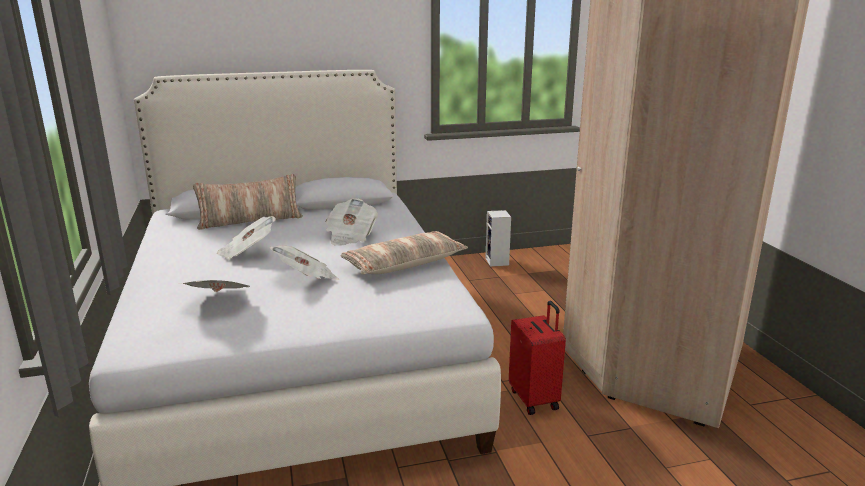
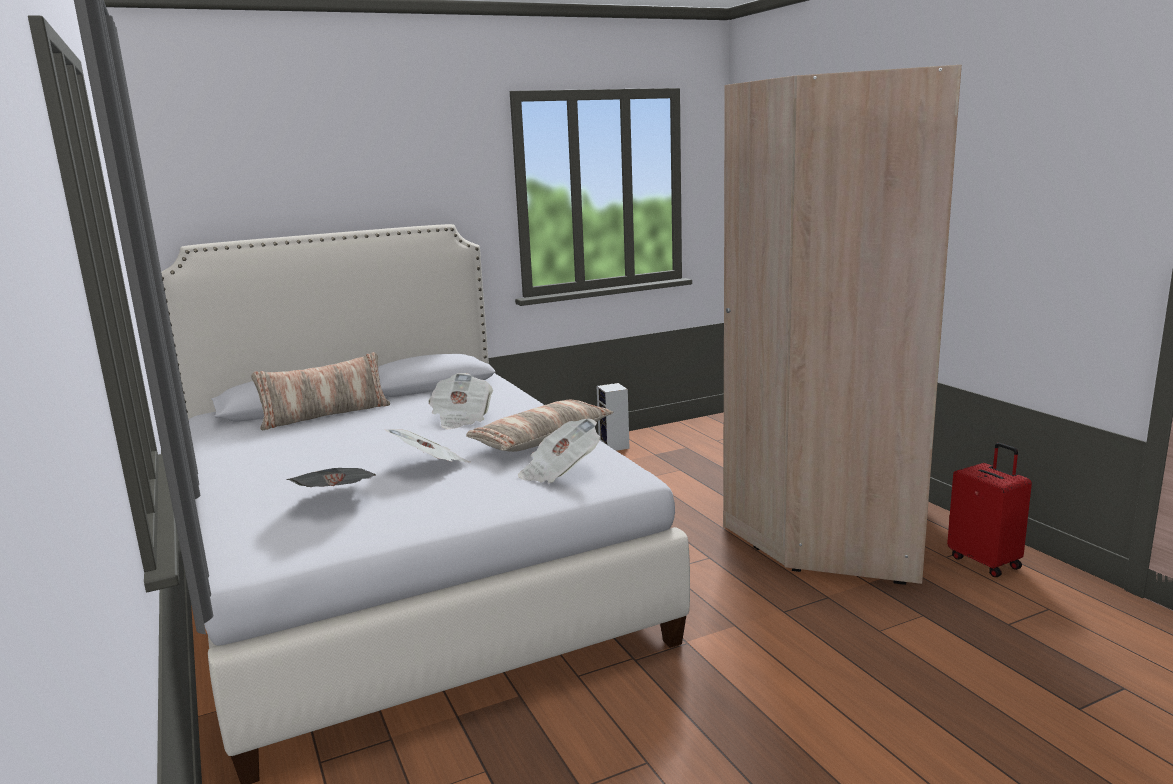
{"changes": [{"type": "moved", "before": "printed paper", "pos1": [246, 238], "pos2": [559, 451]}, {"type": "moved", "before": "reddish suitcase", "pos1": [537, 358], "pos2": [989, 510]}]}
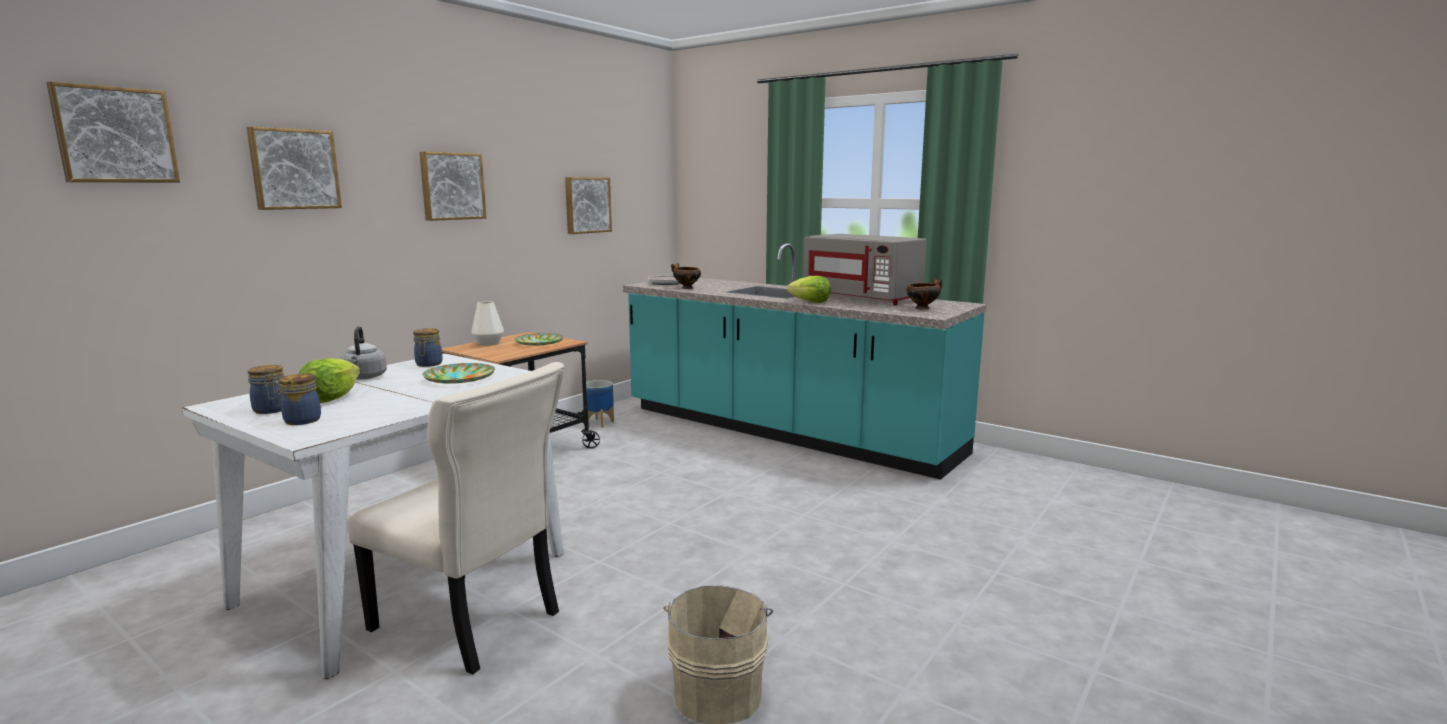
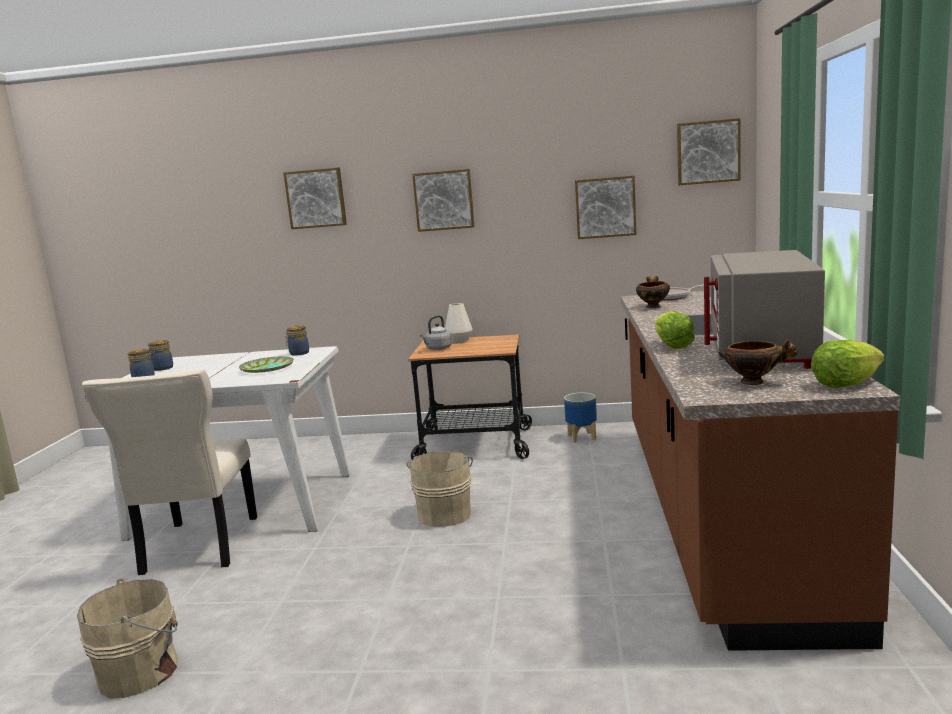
{"changes": [{"type": "removed", "before": "dinner plate", "pos1": [539, 339]}, {"type": "added", "after": "beige pail", "pos2": [439, 489]}, {"type": "moved", "before": "wall art", "pos1": [113, 132], "pos2": [709, 151]}, {"type": "moved", "before": "lettuce head", "pos1": [329, 380], "pos2": [847, 364]}, {"type": "moved", "before": "greyish tea kettle", "pos1": [364, 353], "pos2": [436, 332]}, {"type": "recoloured", "before": "turquoise-coloured counter", "after": "brownish counter", "pos1": [805, 361], "pos2": [761, 470]}]}
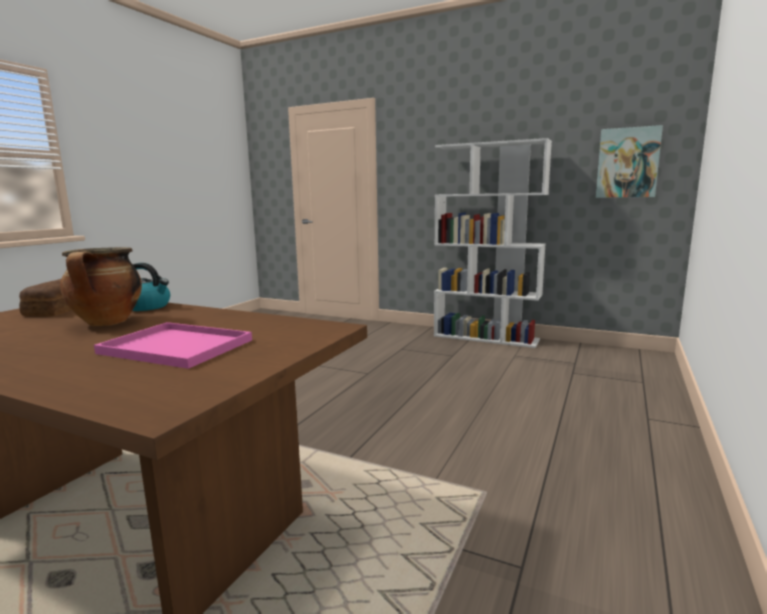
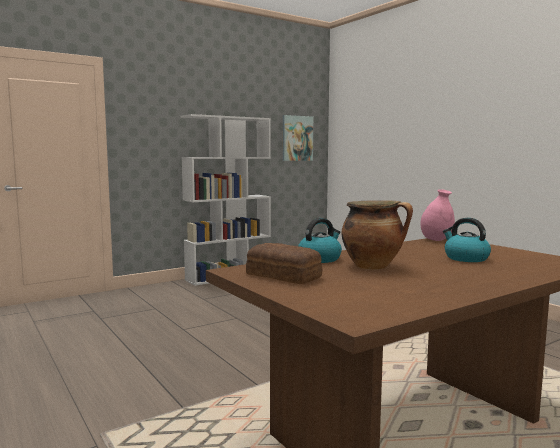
{"changes": [{"type": "added", "after": "pinkish vase", "pos2": [437, 215]}, {"type": "replaced", "before": "pinkish carrying tray", "after": "tea kettle", "pos1": [173, 345], "pos2": [467, 240]}]}
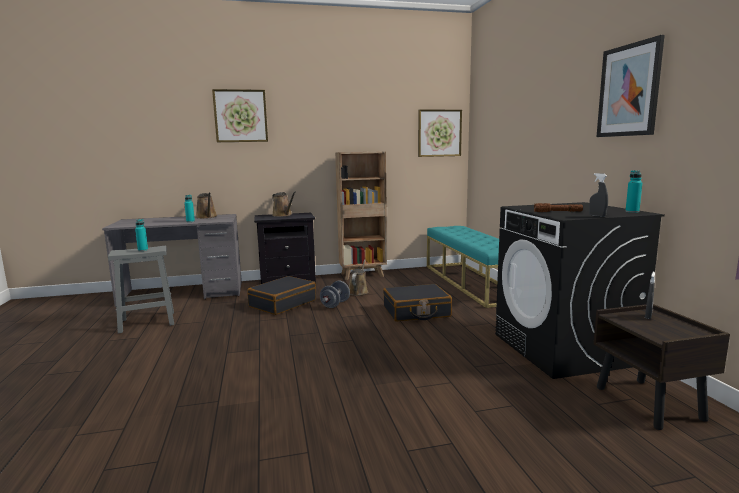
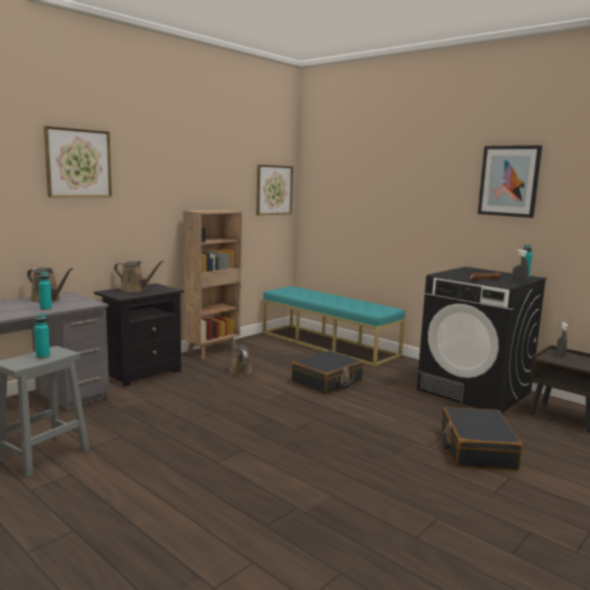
{"changes": [{"type": "removed", "before": "greyish hand weight", "pos1": [335, 294]}, {"type": "moved", "before": "black suitcase", "pos1": [281, 295], "pos2": [482, 438]}]}
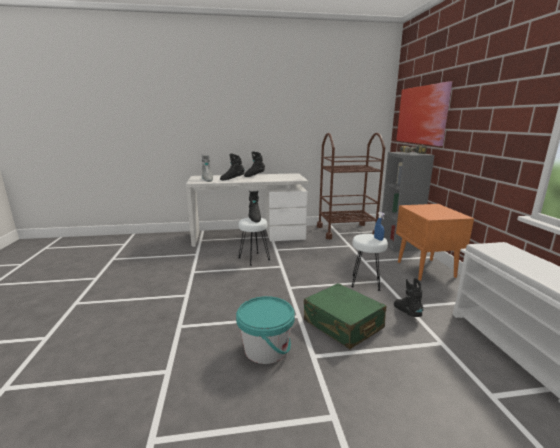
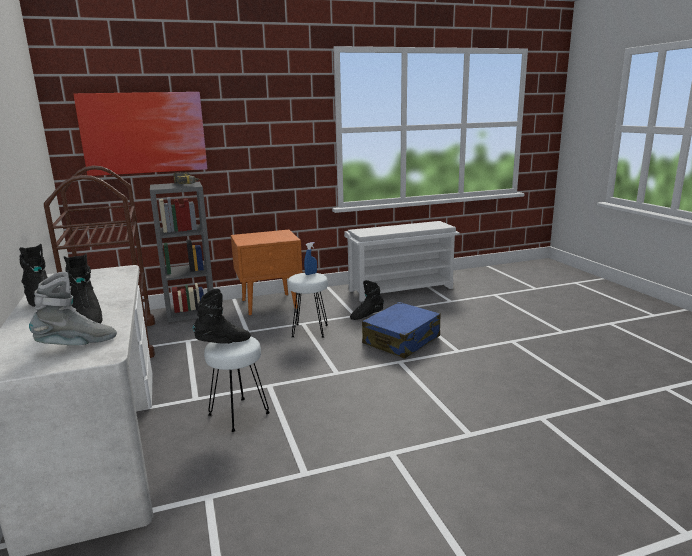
{"changes": [{"type": "removed", "before": "turquoise-coloured pail", "pos1": [265, 330]}, {"type": "recoloured", "before": "greenish suitcase", "after": "blue-coloured suitcase", "pos1": [345, 316], "pos2": [401, 330]}]}
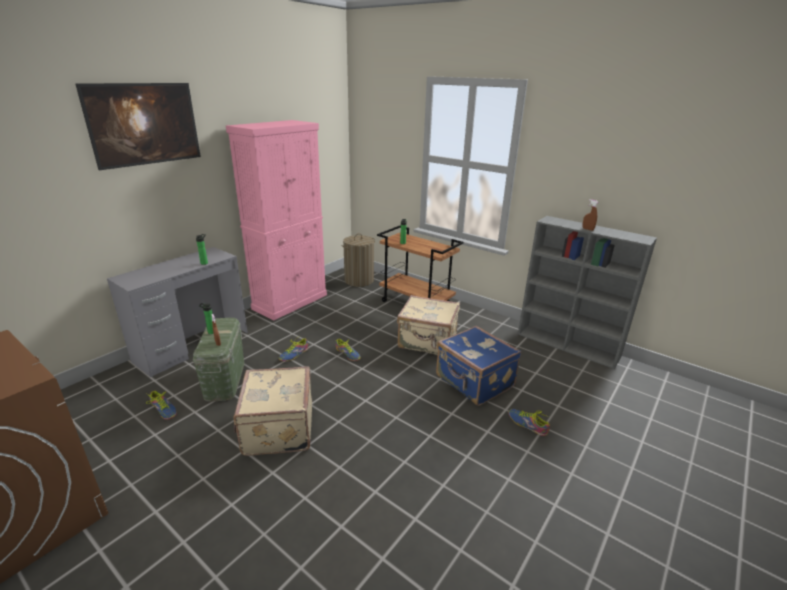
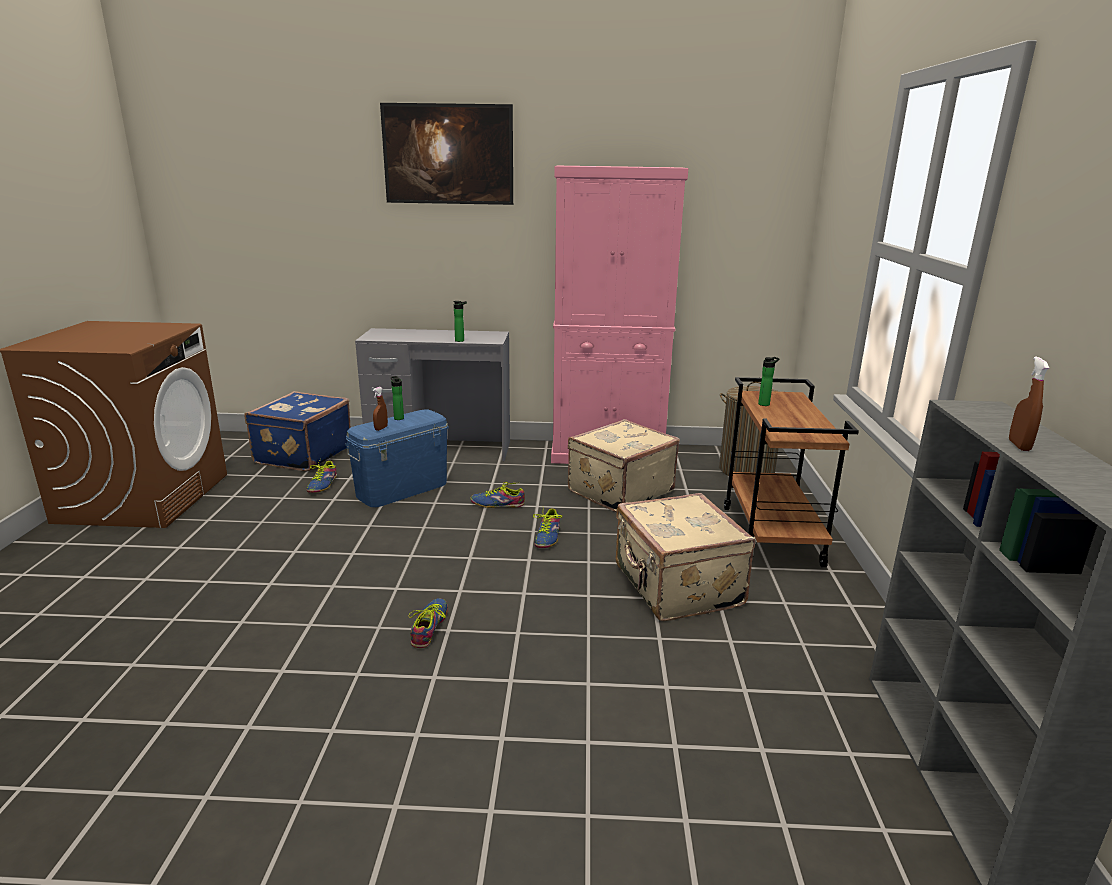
{"changes": [{"type": "moved", "before": "beige suitcase", "pos1": [273, 411], "pos2": [624, 465]}, {"type": "moved", "before": "blue-coloured suitcase", "pos1": [478, 366], "pos2": [297, 431]}, {"type": "moved", "before": "item of footwear", "pos1": [529, 422], "pos2": [428, 623]}, {"type": "recoloured", "before": "greenish storage bin", "after": "blue-coloured storage bin", "pos1": [218, 360], "pos2": [397, 458]}]}
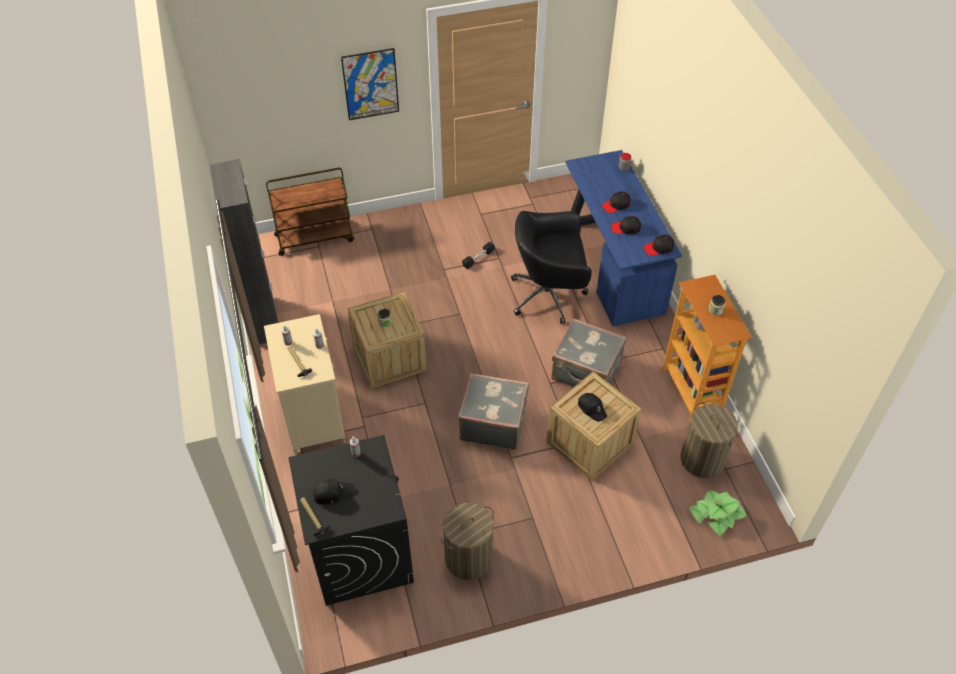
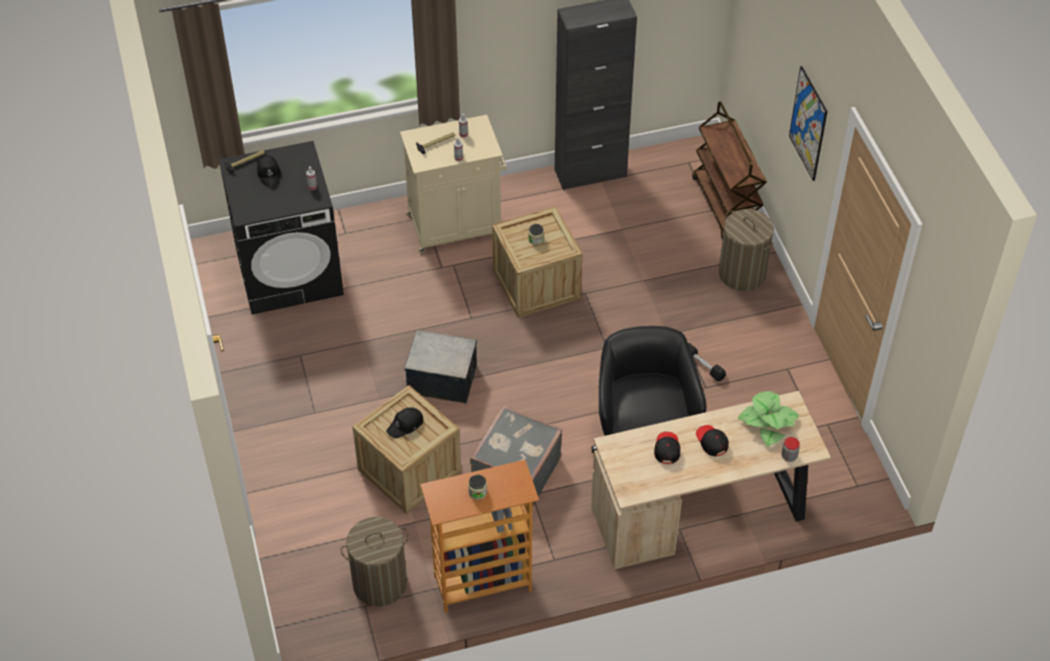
{"changes": [{"type": "removed", "before": "black cap", "pos1": [659, 245]}, {"type": "moved", "before": "washing basket", "pos1": [467, 541], "pos2": [746, 250]}, {"type": "moved", "before": "plant in a pot", "pos1": [717, 513], "pos2": [768, 419]}, {"type": "replaced", "before": "greyish suitcase", "after": "storage bin", "pos1": [493, 411], "pos2": [440, 367]}, {"type": "recoloured", "before": "blue-coloured desk unit", "after": "beige desk unit", "pos1": [623, 238], "pos2": [711, 480]}]}
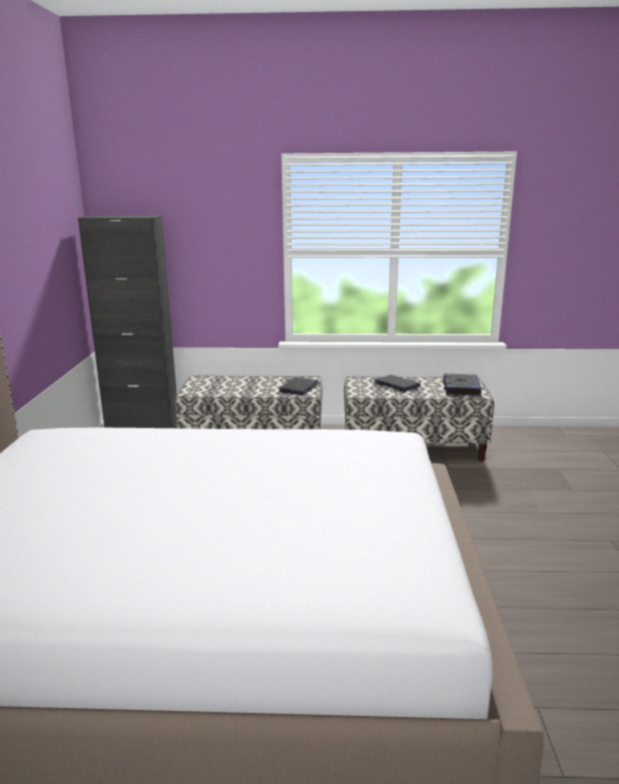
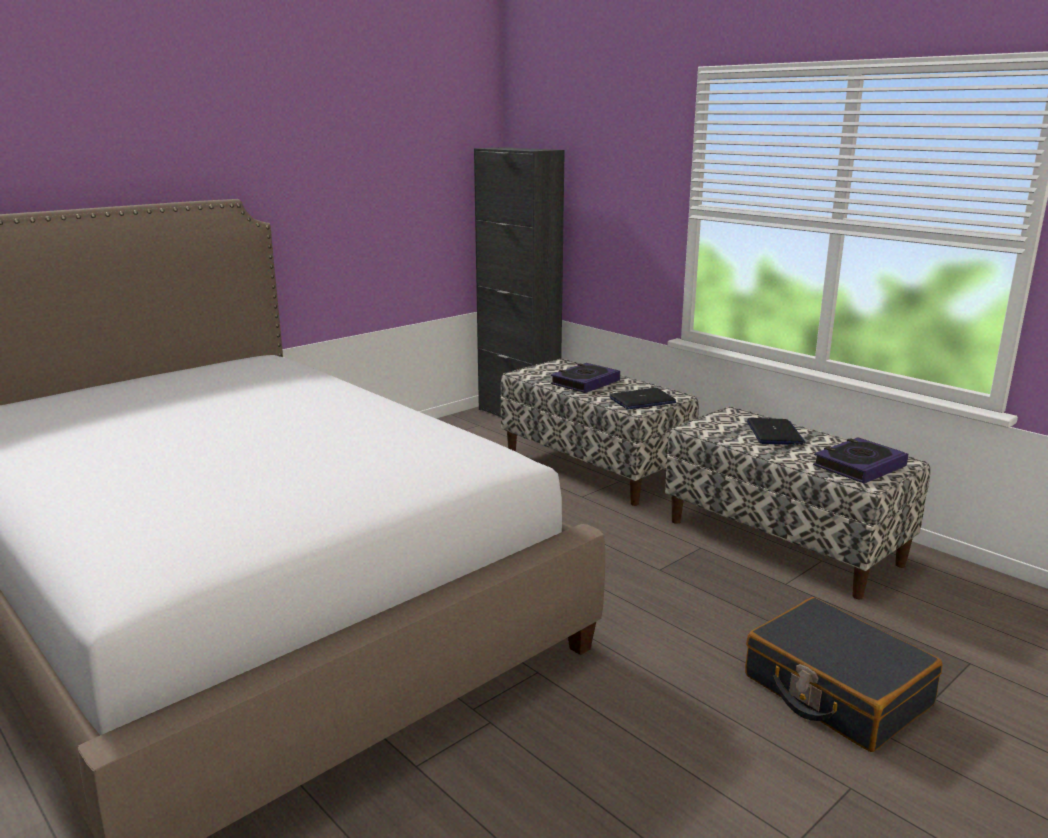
{"changes": [{"type": "added", "after": "volume", "pos2": [585, 378]}, {"type": "added", "after": "black suitcase", "pos2": [844, 674]}]}
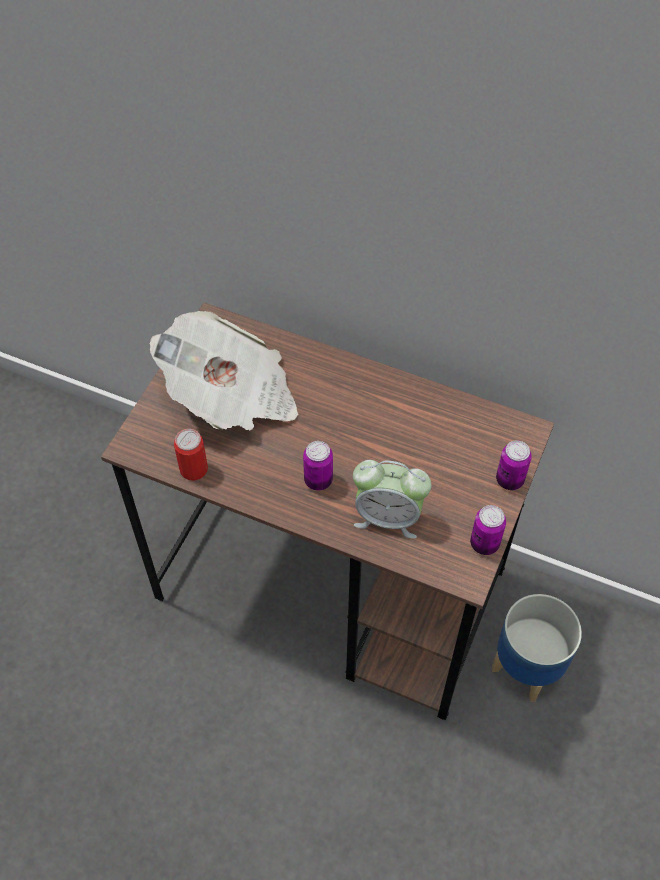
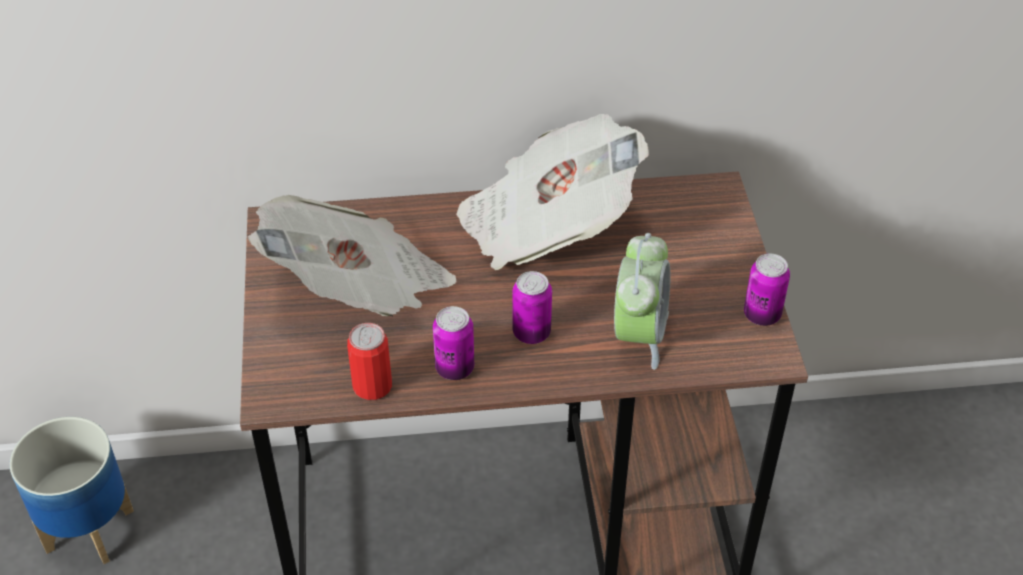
{"changes": [{"type": "added", "after": "printed paper", "pos2": [552, 192]}, {"type": "moved", "before": "plant pot", "pos1": [537, 648], "pos2": [72, 490]}, {"type": "moved", "before": "can", "pos1": [514, 465], "pos2": [453, 343]}, {"type": "turned", "before": "alarm clock", "pos1": [392, 499], "pos2": [642, 301], "turn": -60}]}
